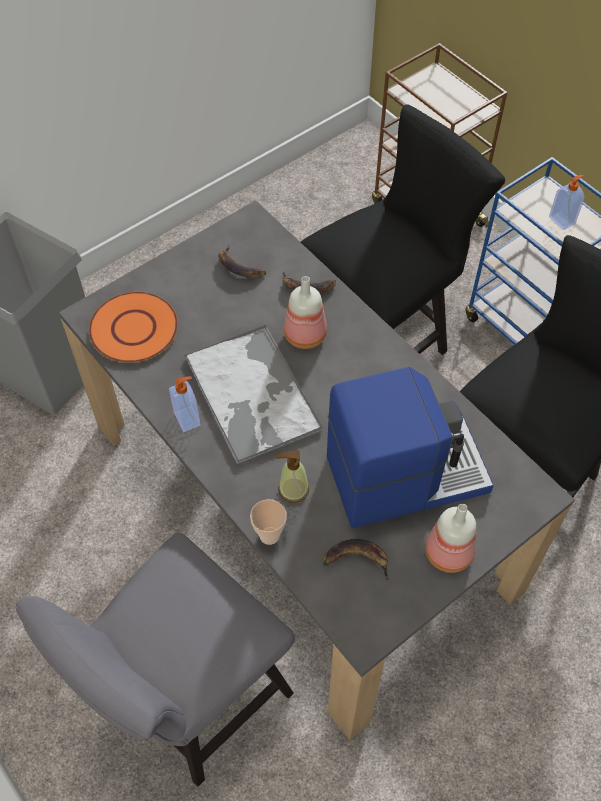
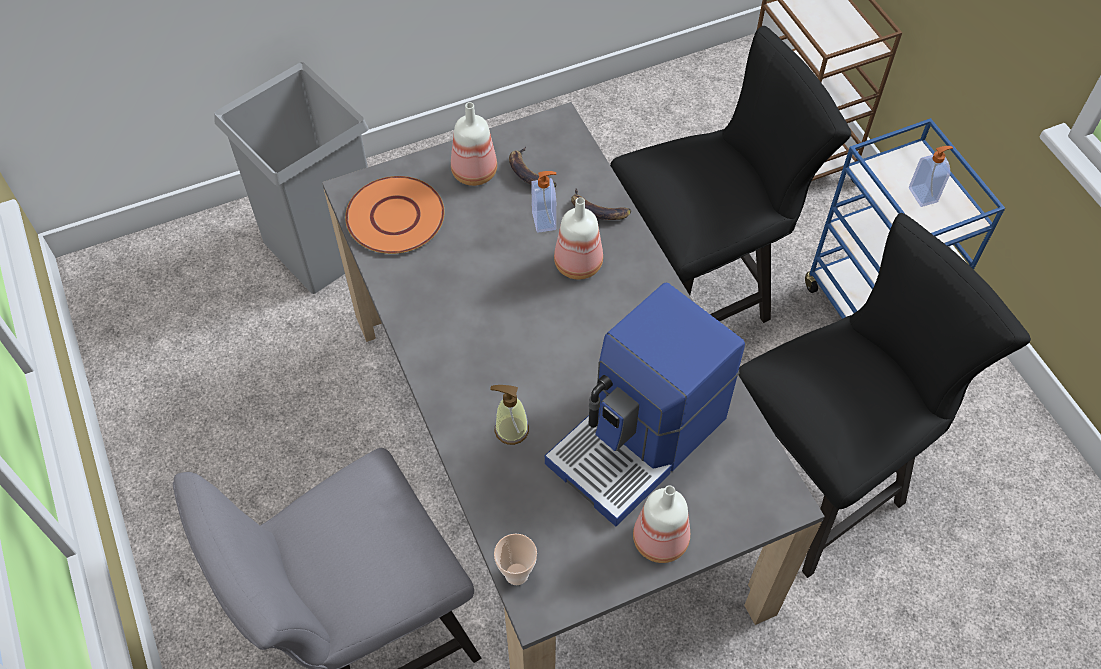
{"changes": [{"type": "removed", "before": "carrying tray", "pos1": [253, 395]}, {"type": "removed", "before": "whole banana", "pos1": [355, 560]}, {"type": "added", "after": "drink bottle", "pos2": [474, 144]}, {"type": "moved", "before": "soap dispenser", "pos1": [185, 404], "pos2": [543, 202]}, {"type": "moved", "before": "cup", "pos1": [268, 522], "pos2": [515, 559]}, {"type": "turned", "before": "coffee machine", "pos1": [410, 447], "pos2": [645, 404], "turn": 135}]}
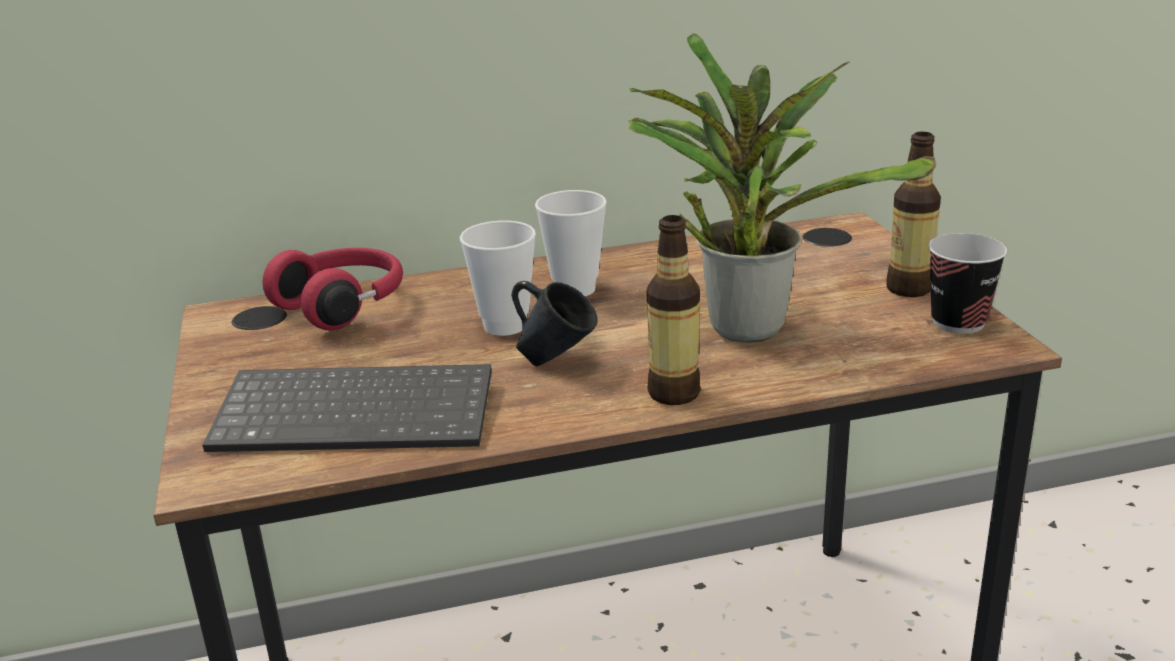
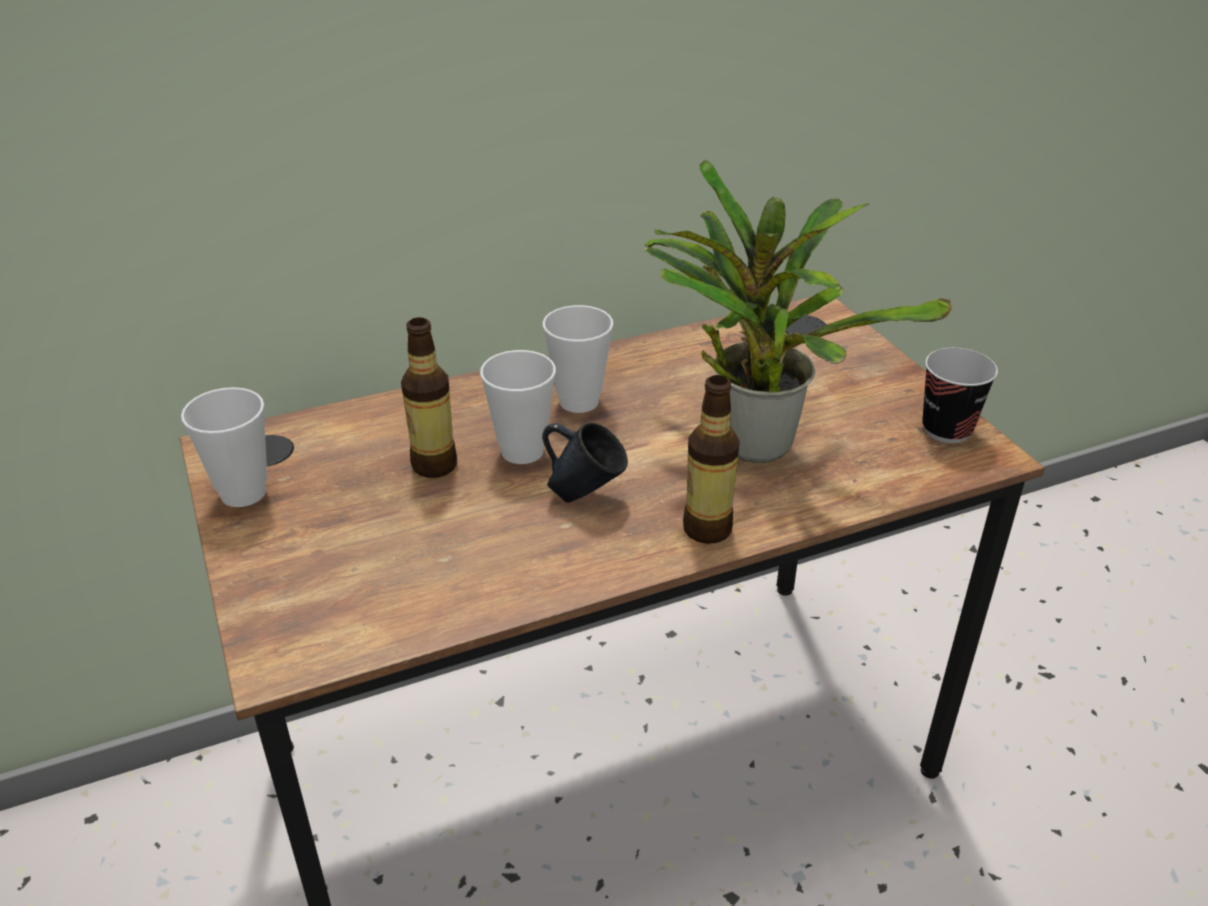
{"changes": [{"type": "removed", "before": "computer keyboard", "pos1": [347, 408]}, {"type": "removed", "before": "reddish headphones", "pos1": [333, 289]}, {"type": "added", "after": "cup", "pos2": [224, 447]}, {"type": "moved", "before": "drink bottle", "pos1": [913, 214], "pos2": [429, 397]}]}
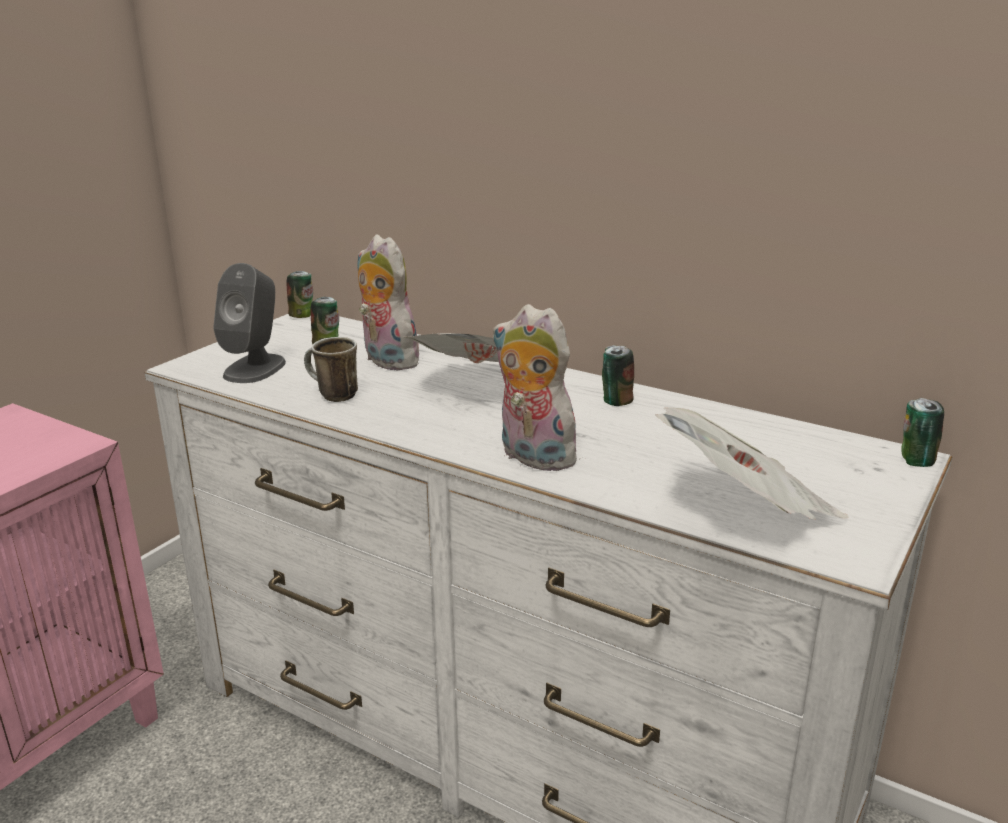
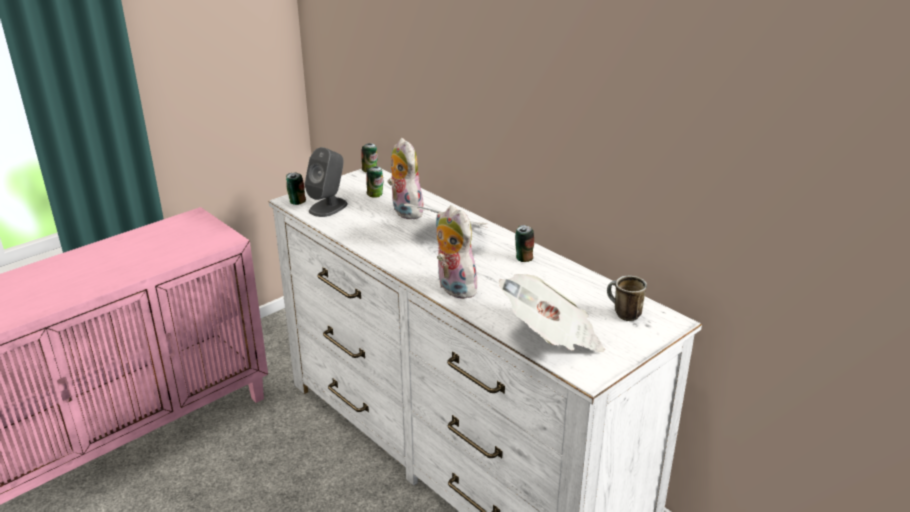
{"changes": [{"type": "moved", "before": "coffee mug", "pos1": [331, 369], "pos2": [627, 298]}, {"type": "moved", "before": "can", "pos1": [922, 432], "pos2": [296, 188]}]}
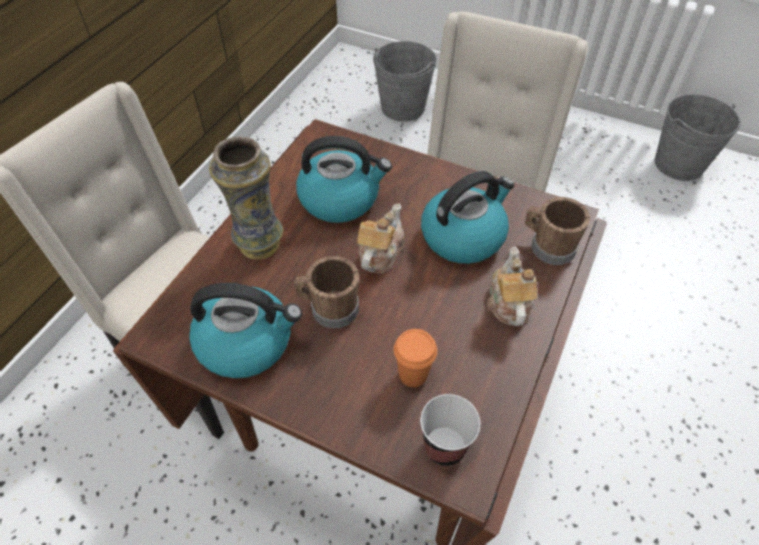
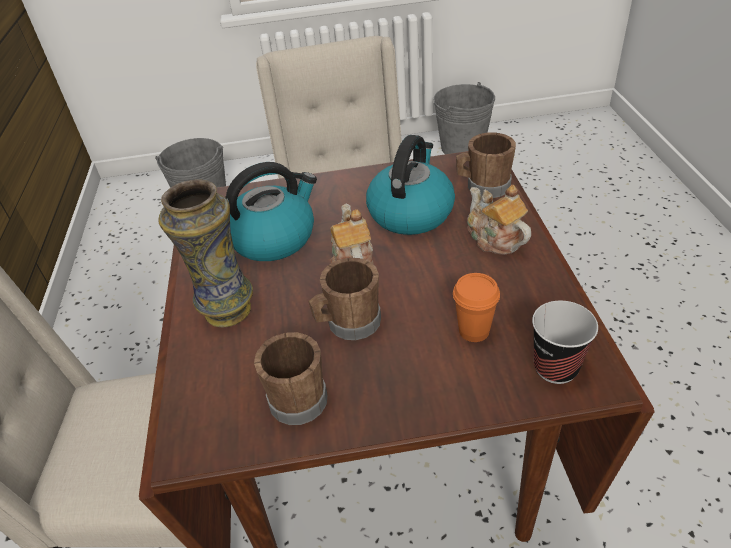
{"changes": [{"type": "replaced", "before": "tea kettle", "after": "brownish coffee mug", "pos1": [245, 330], "pos2": [291, 378]}]}
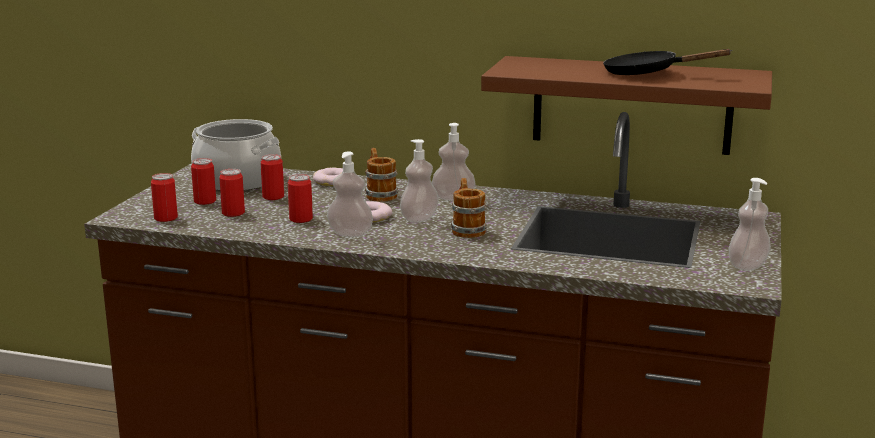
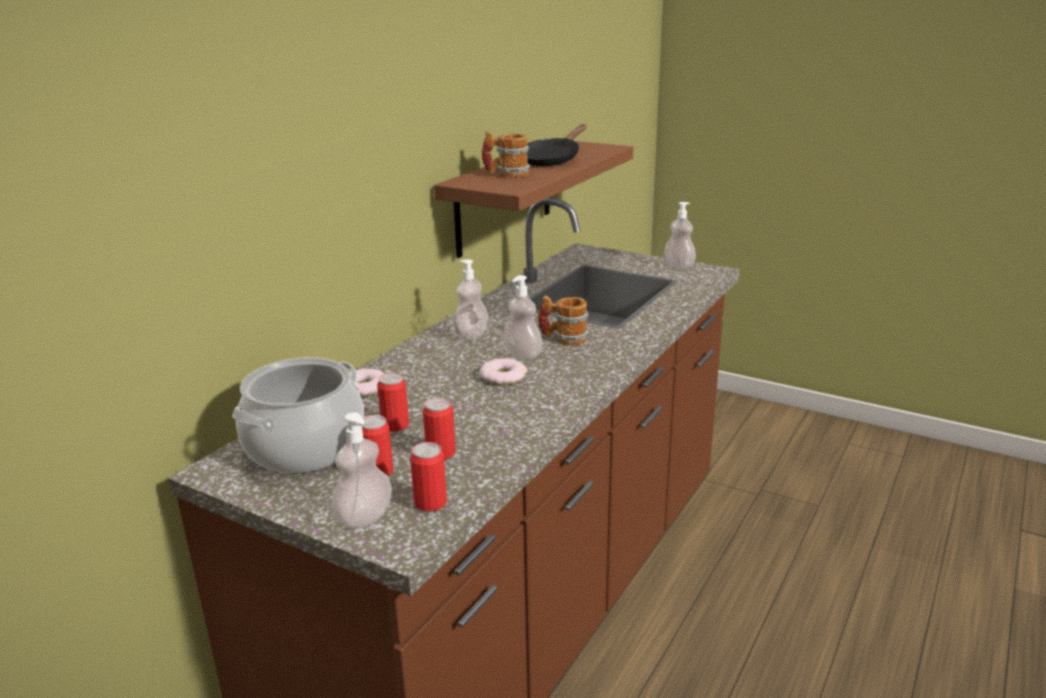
{"changes": [{"type": "removed", "before": "can", "pos1": [300, 198]}, {"type": "moved", "before": "soap dispenser", "pos1": [350, 194], "pos2": [361, 470]}, {"type": "moved", "before": "coffee mug", "pos1": [382, 175], "pos2": [505, 154]}]}
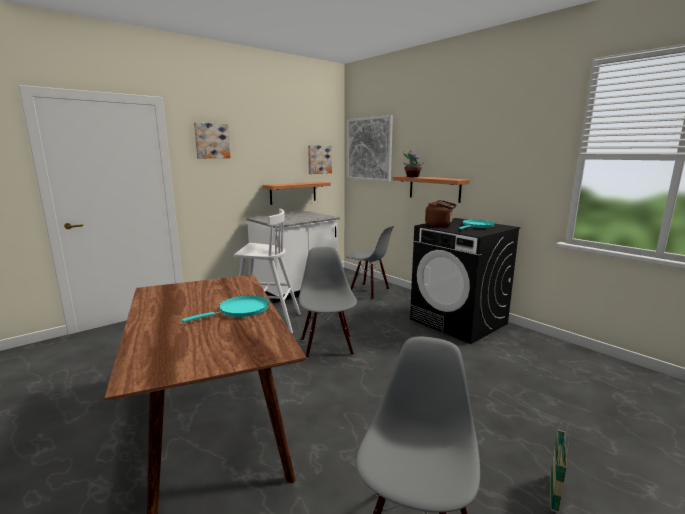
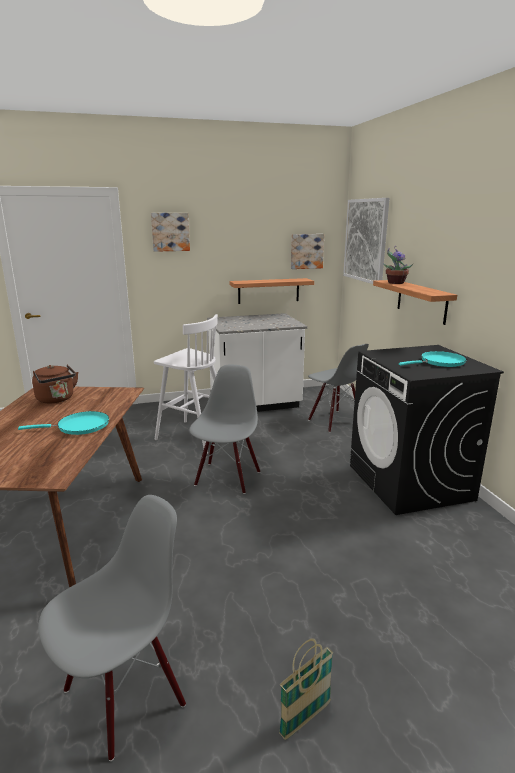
{"changes": [{"type": "moved", "before": "brownish tea kettle", "pos1": [440, 213], "pos2": [55, 384]}]}
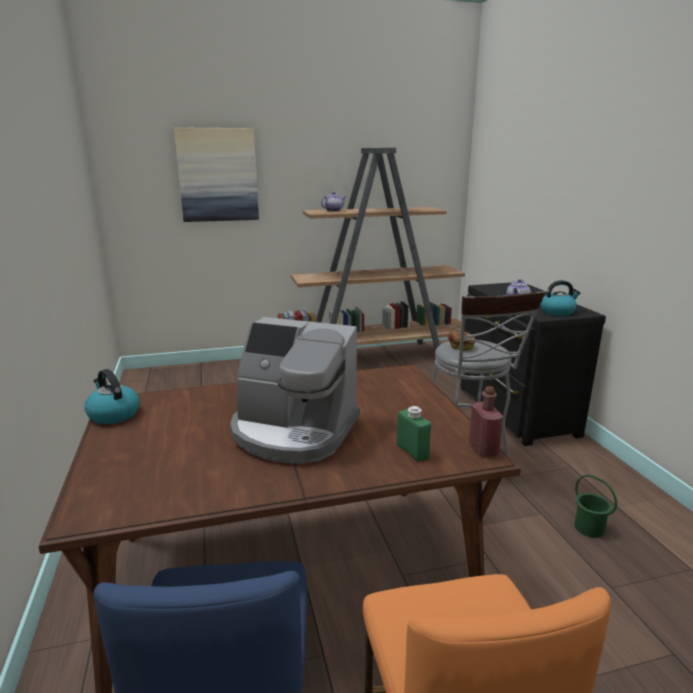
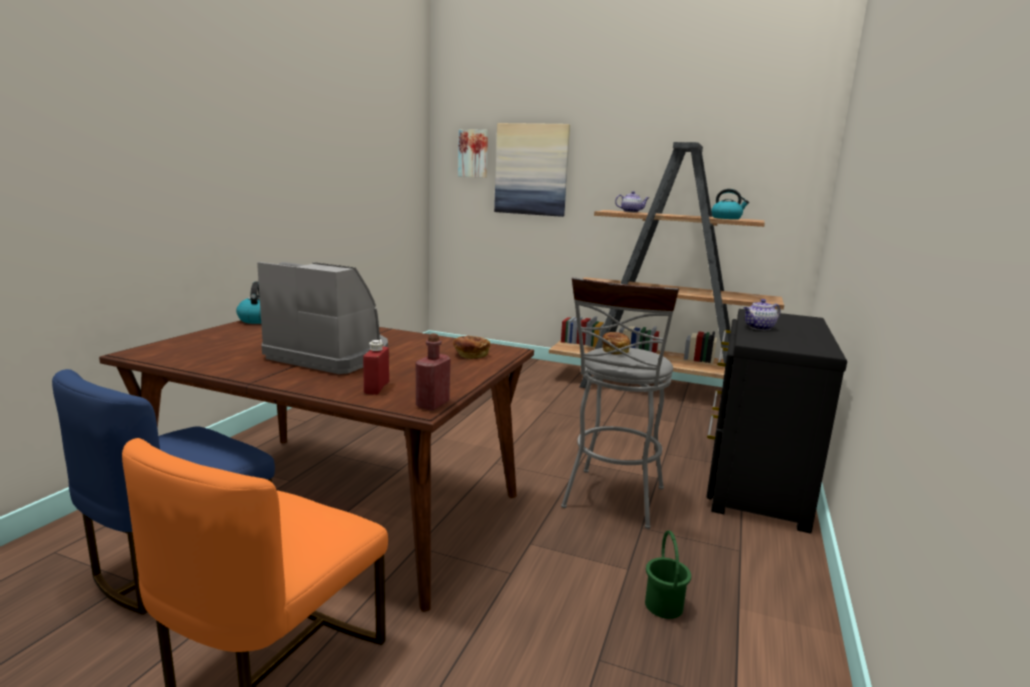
{"changes": [{"type": "added", "after": "baked bread", "pos2": [471, 347]}, {"type": "added", "after": "wall art", "pos2": [473, 153]}, {"type": "moved", "before": "tea kettle", "pos1": [560, 298], "pos2": [730, 204]}, {"type": "recoloured", "before": "greenish drink bottle", "after": "reddish drink bottle", "pos1": [414, 434], "pos2": [376, 367]}, {"type": "turned", "before": "coffee machine", "pos1": [295, 390], "pos2": [322, 318], "turn": 150}]}
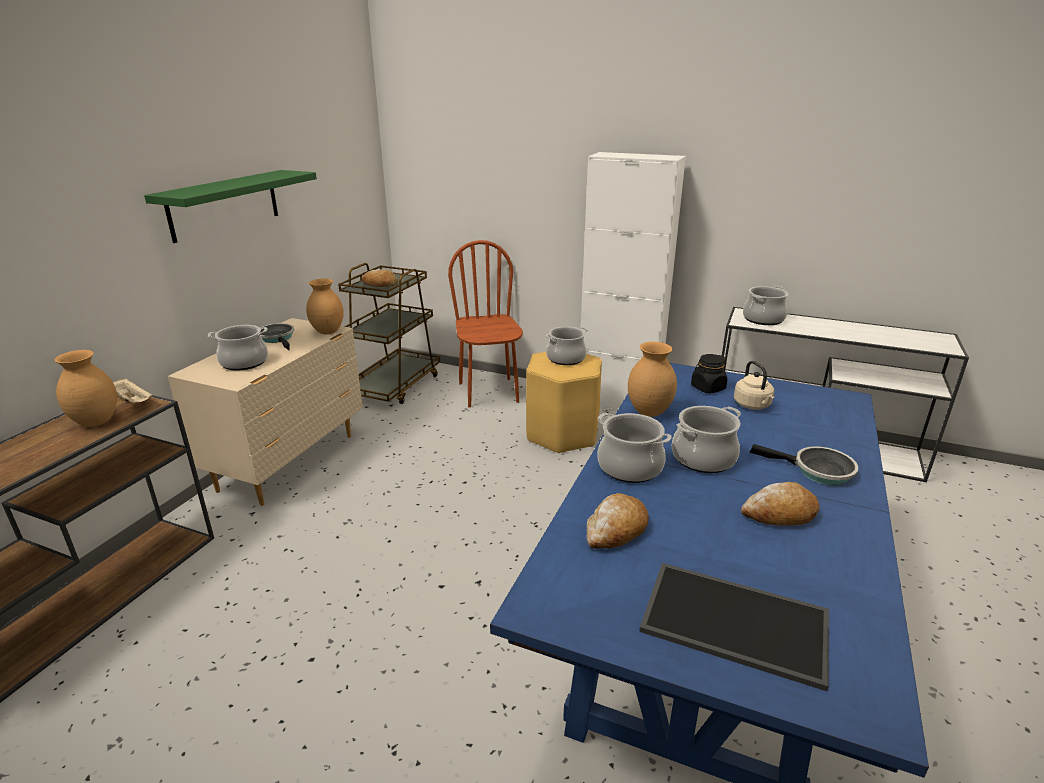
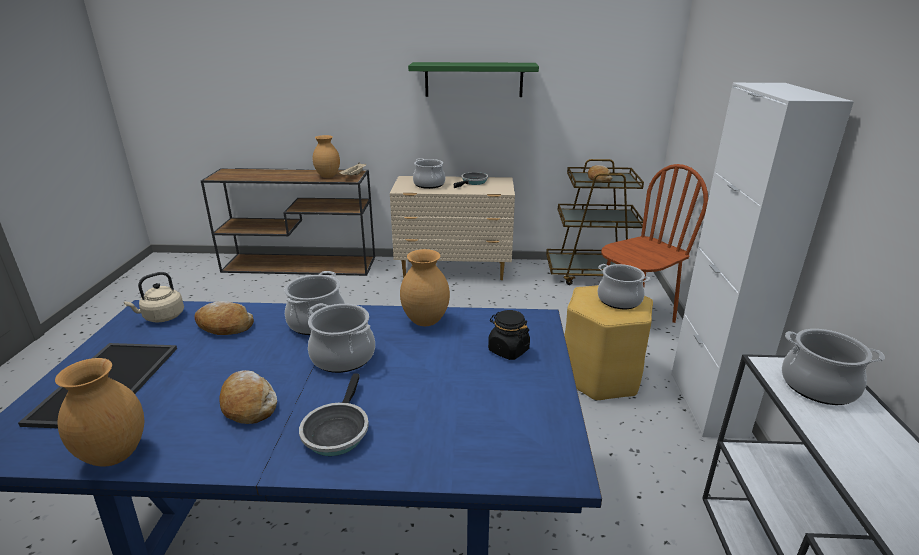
{"changes": [{"type": "moved", "before": "brownish vase", "pos1": [325, 306], "pos2": [99, 412]}, {"type": "moved", "before": "beige tea kettle", "pos1": [754, 385], "pos2": [154, 297]}]}
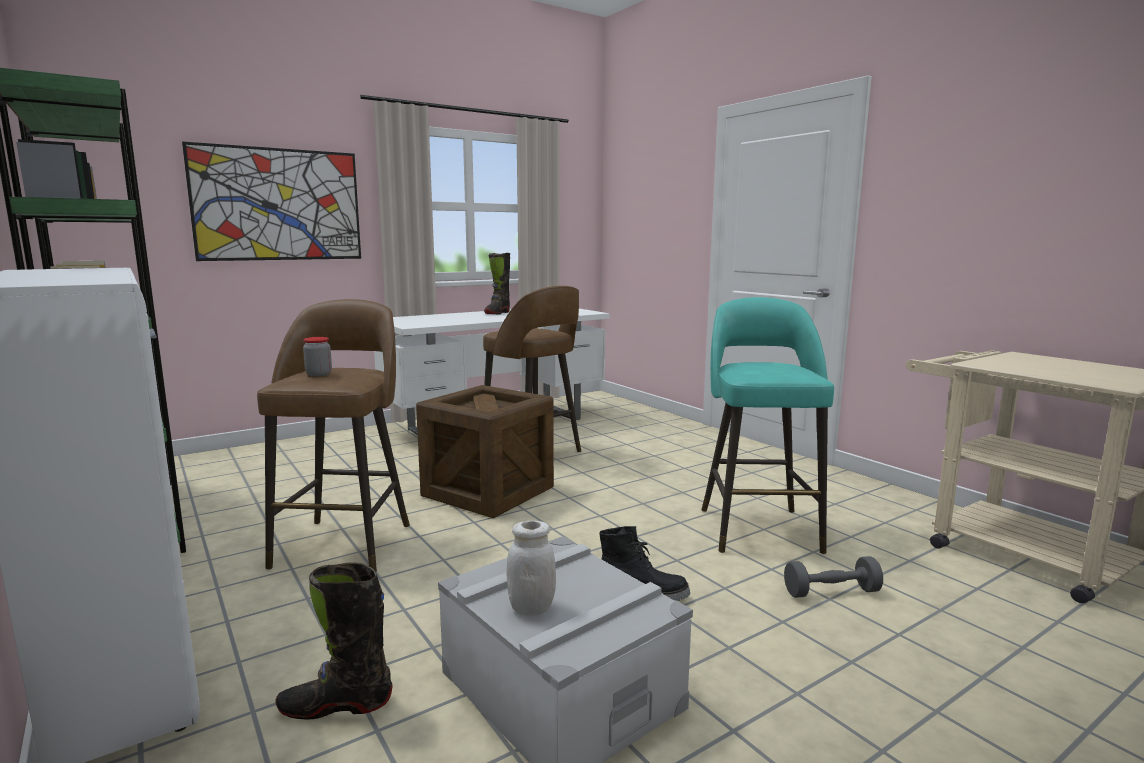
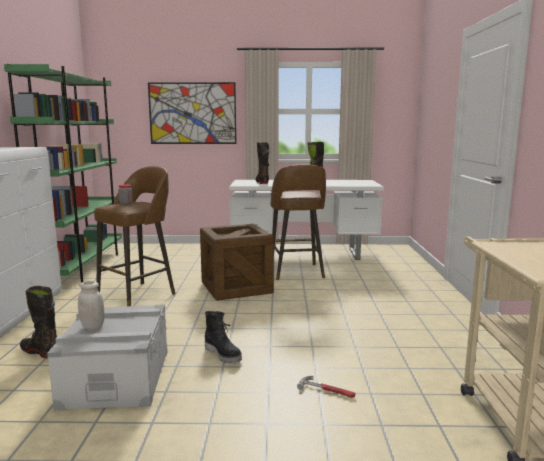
{"changes": [{"type": "removed", "before": "turquoise-coloured sitting stool", "pos1": [767, 425]}, {"type": "added", "after": "black tall boot", "pos2": [262, 163]}, {"type": "replaced", "before": "greyish hand weight", "after": "hand hammer", "pos1": [833, 577], "pos2": [326, 387]}]}
